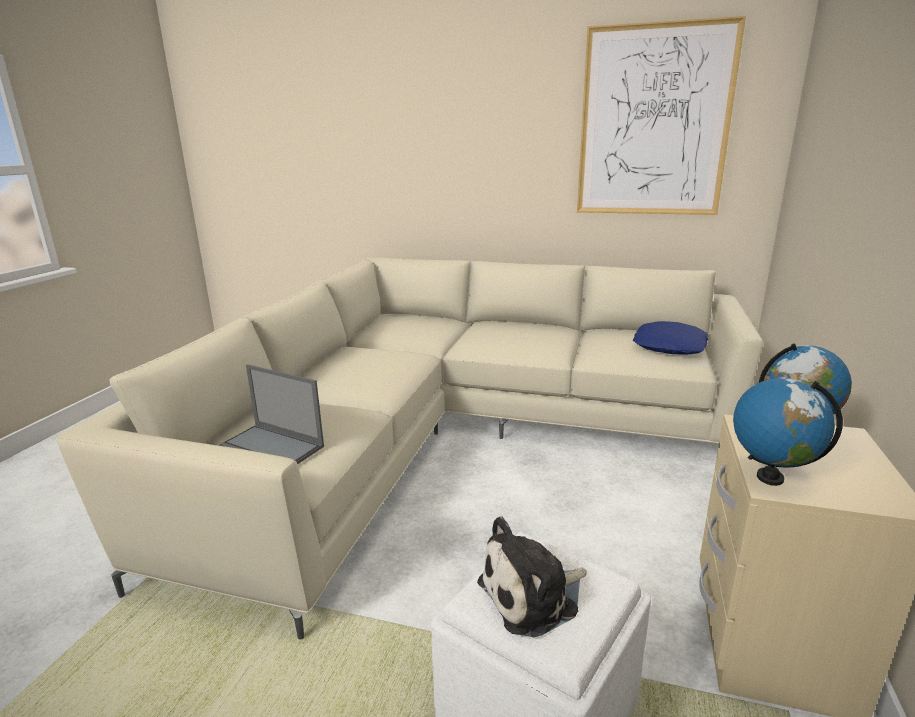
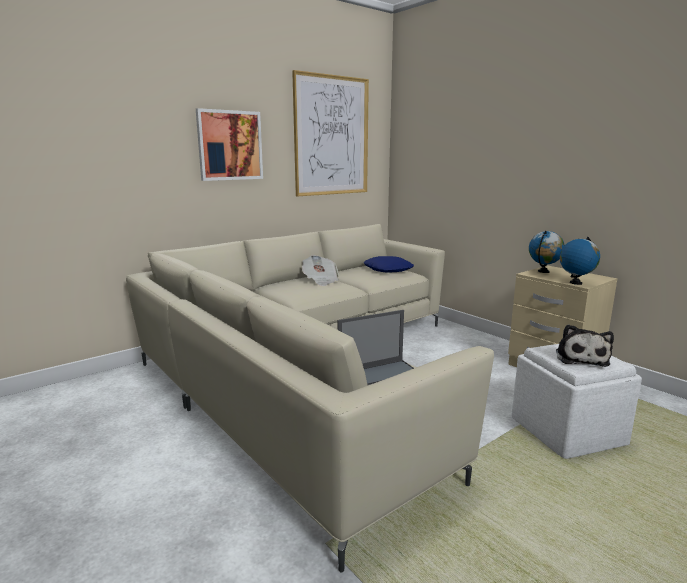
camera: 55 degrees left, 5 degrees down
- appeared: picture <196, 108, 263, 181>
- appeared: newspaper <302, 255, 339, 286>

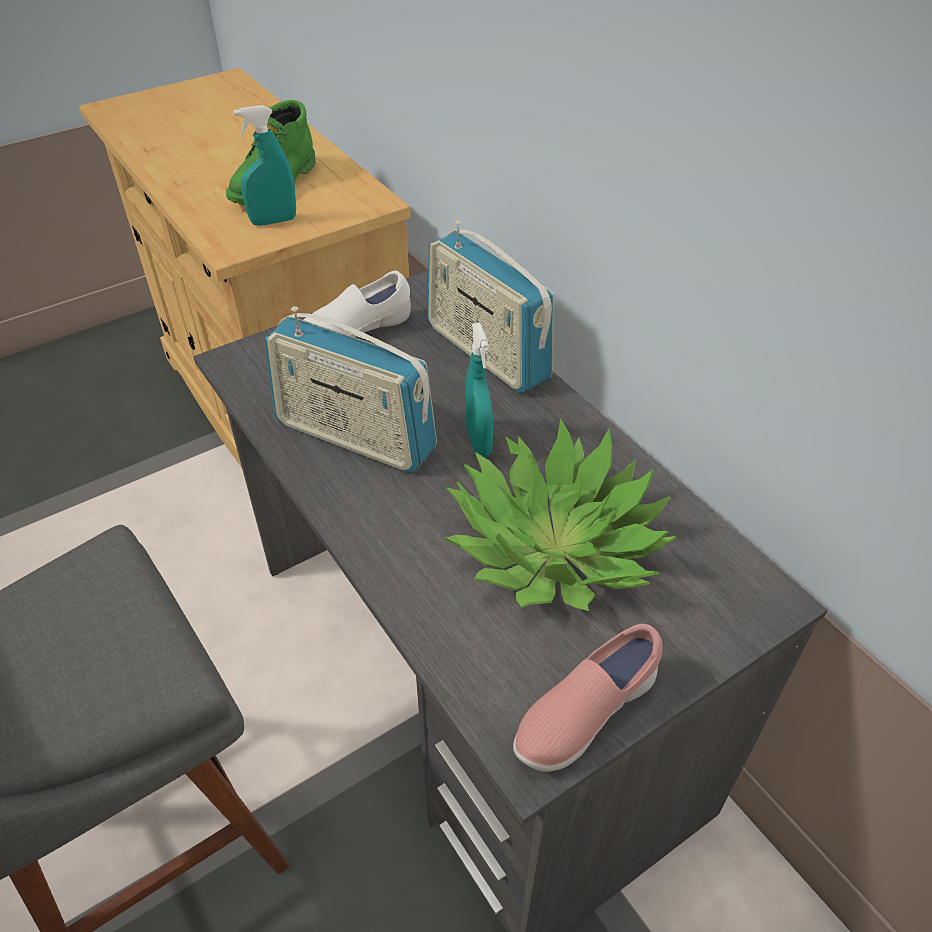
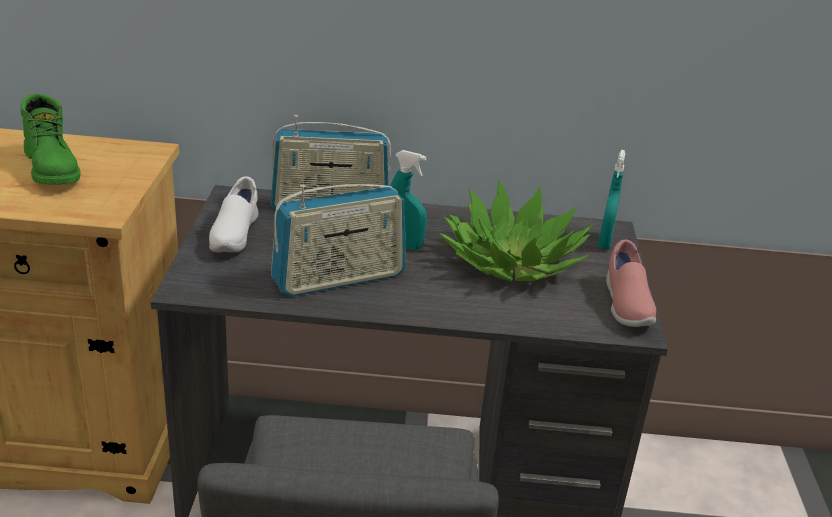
camera: 55 degrees left, 15 degrees down
- relocated: spray bottle in turquoise <233, 105, 296, 226> to <598, 150, 625, 249>

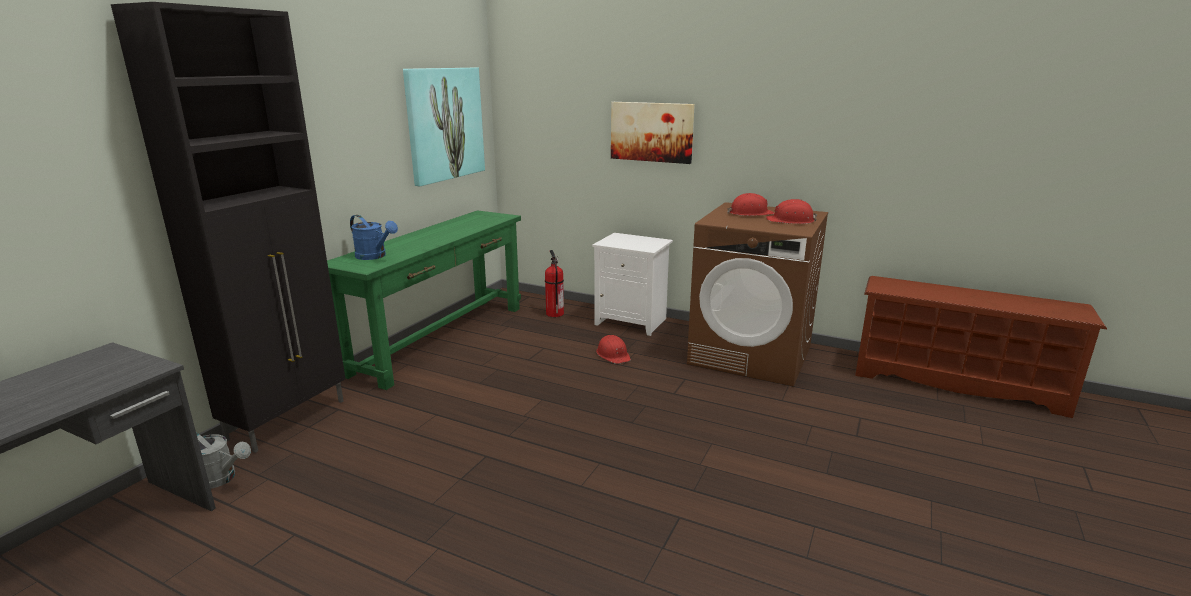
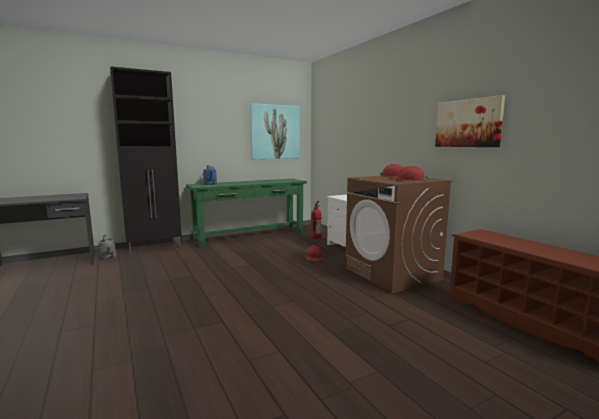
camera: 35 degrees right, 10 degrees down
- relocated: picture <611, 102, 695, 164> to <435, 95, 505, 147>

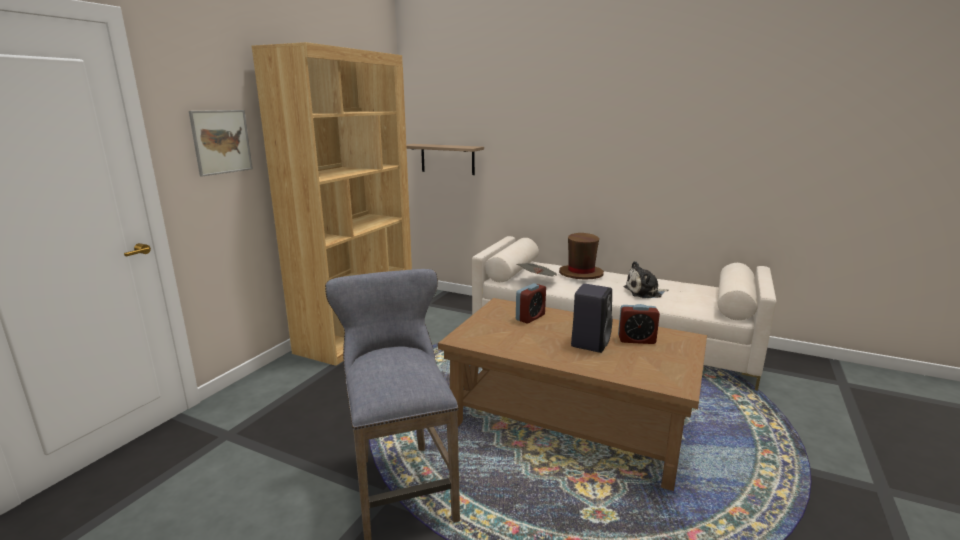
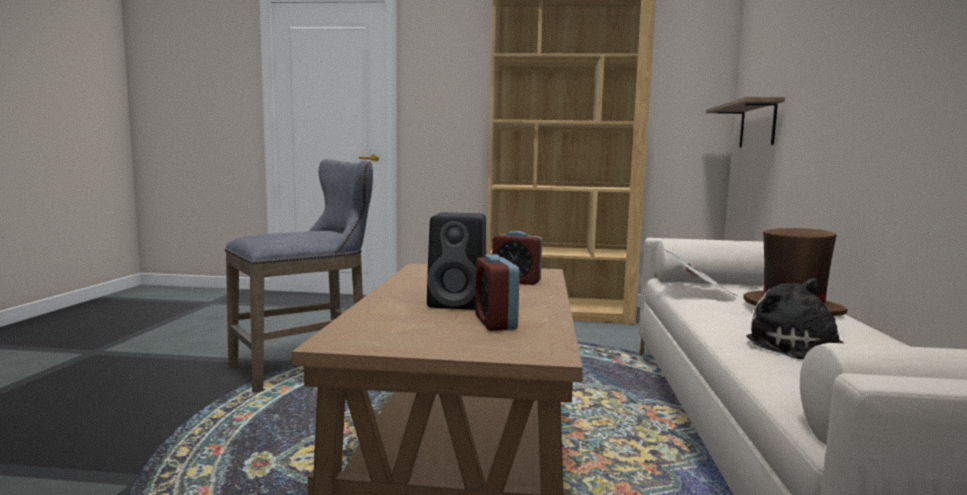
camera: 70 degrees right, 10 degrees down
- missing: picture <189, 110, 253, 177>

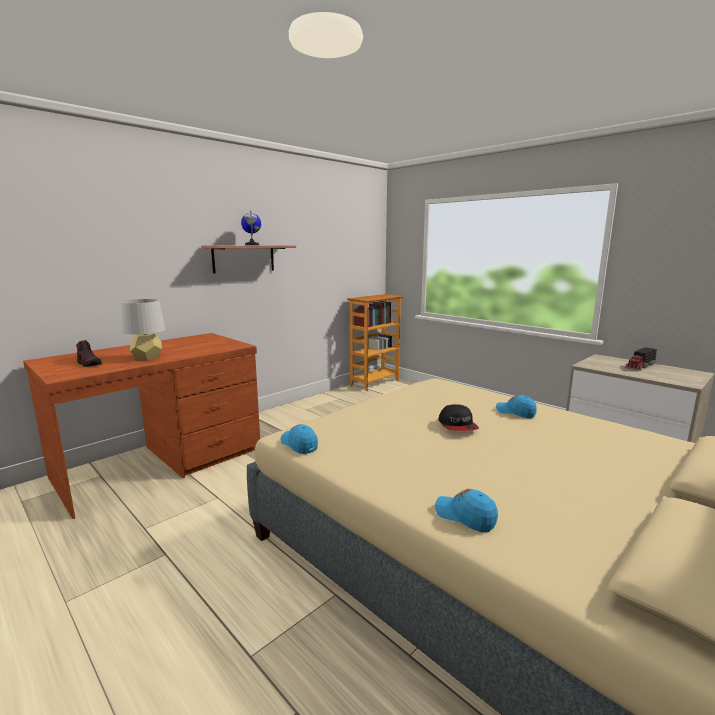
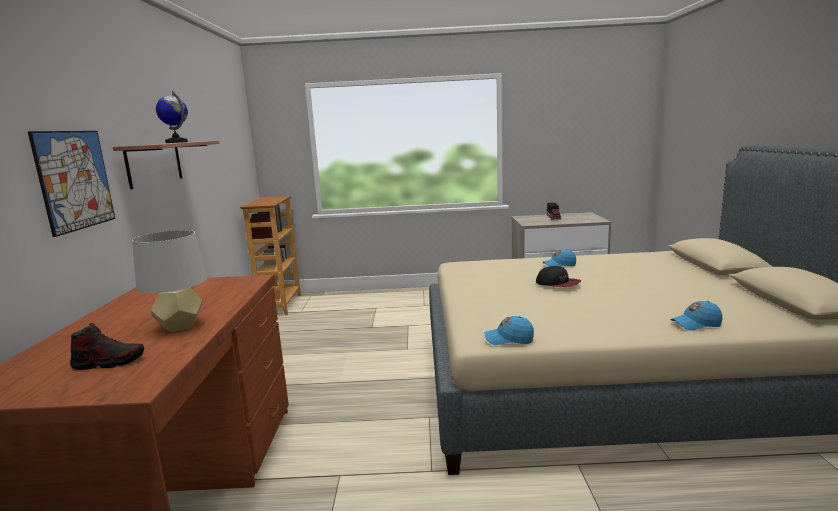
camera: 45 degrees left, 0 degrees up
- appeared: picture <28, 131, 115, 237>

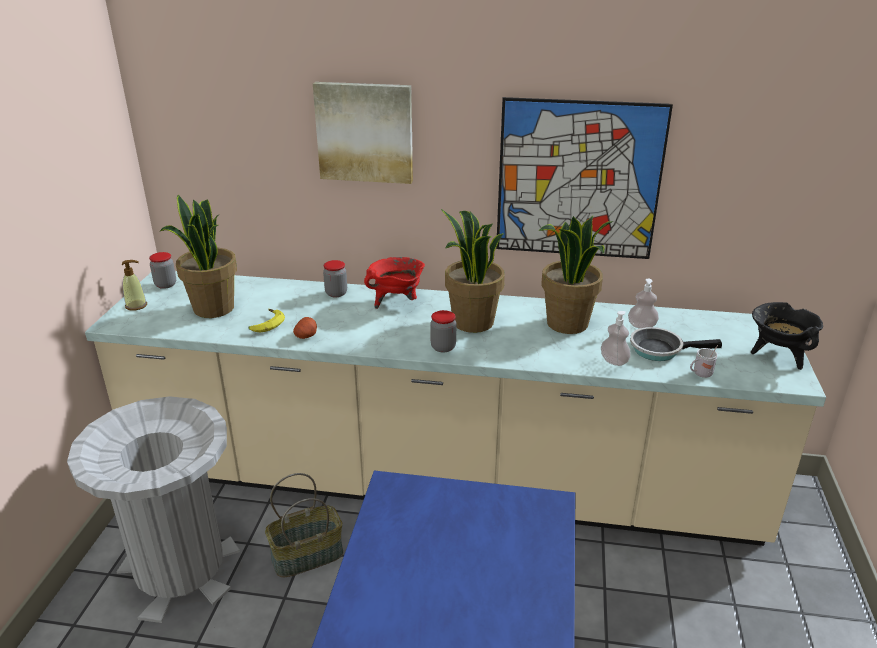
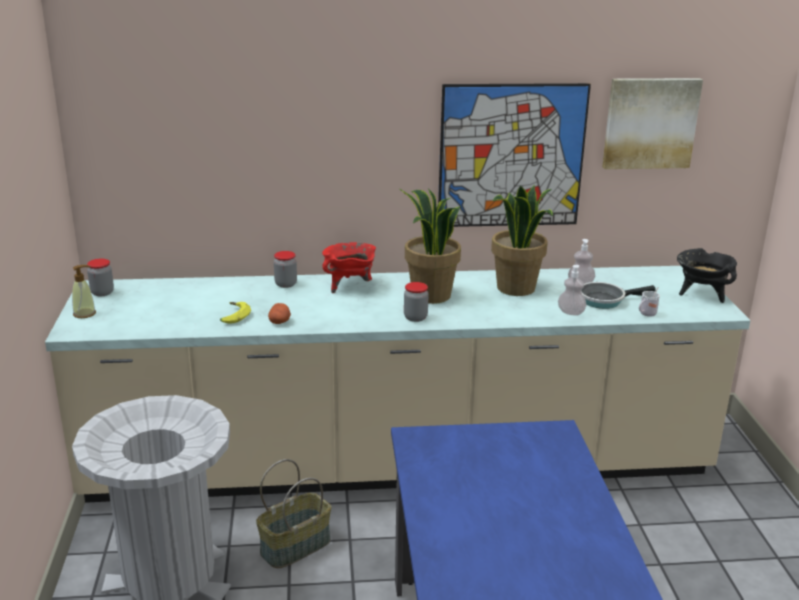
camera: 15 degrees left, 5 degrees down
- missing: potted plant <159, 195, 237, 318>
- relocated: picture <313, 82, 413, 184> to <602, 78, 703, 169>

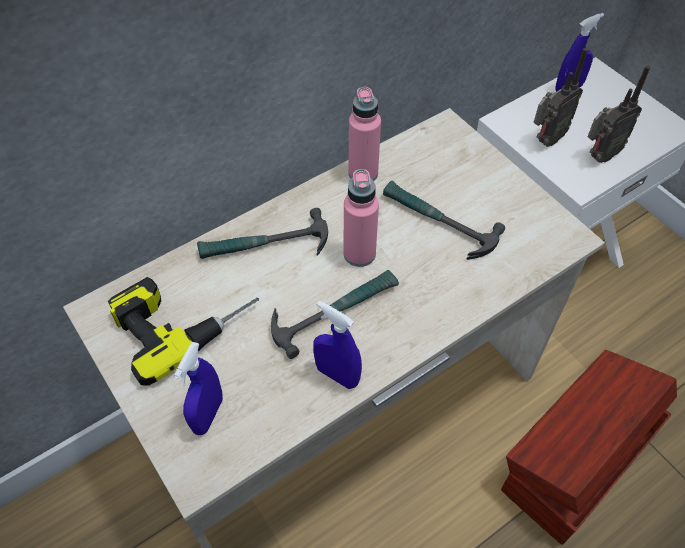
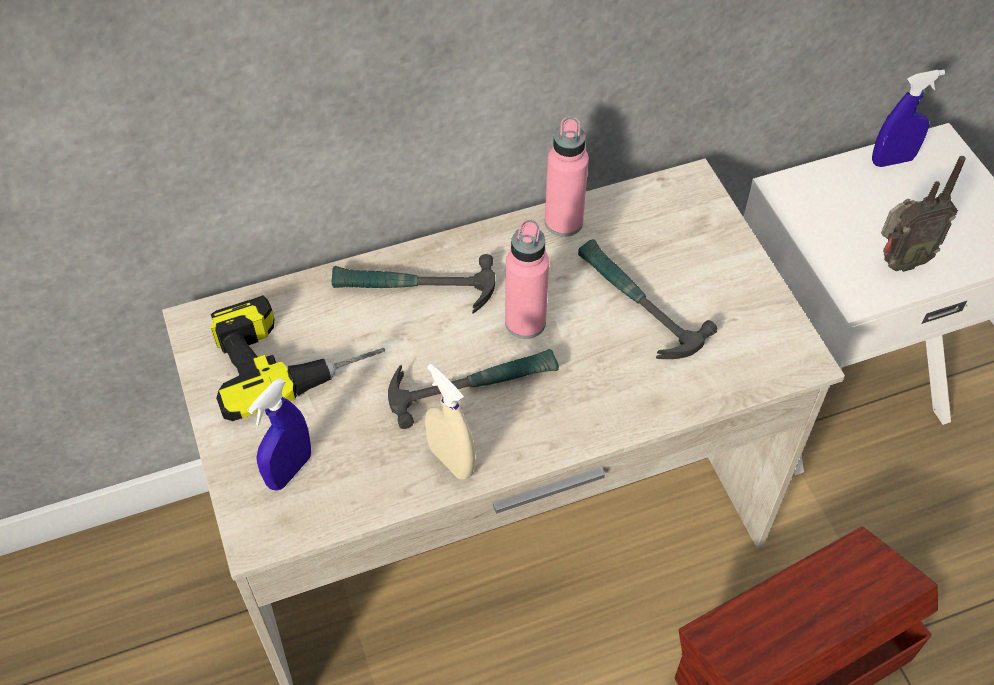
camera: 15 degrees right, 0 degrees up
- missing: radio <533, 48, 588, 147>
- colour: spray bottle in blue <313, 300, 362, 389> to spray bottle in beige <425, 364, 475, 479>

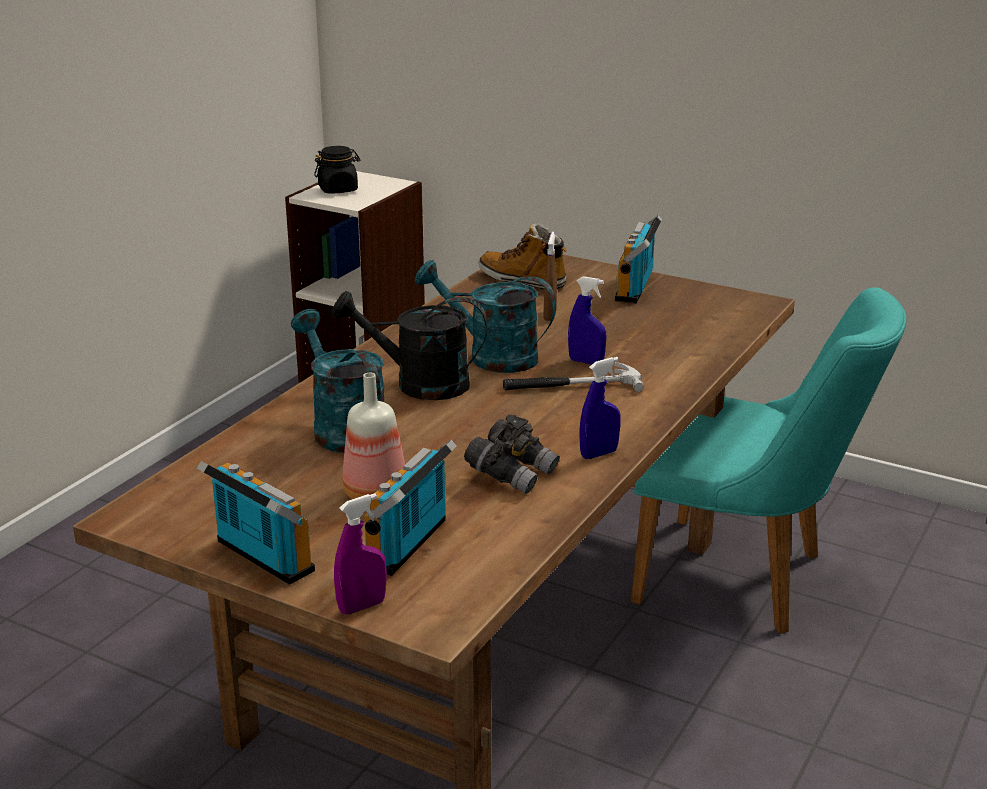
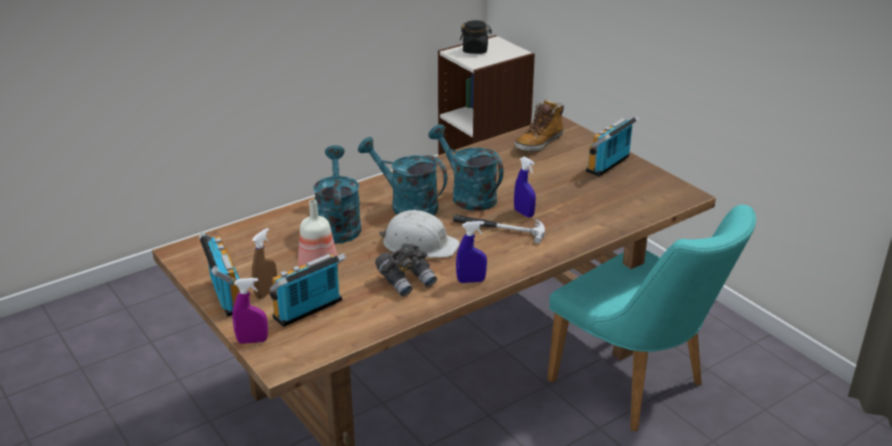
camera: 25 degrees right, 5 degrees up
- appeared: hard hat in white <379, 210, 460, 258>
- relocated: spray bottle in brown <544, 232, 557, 321> to <252, 228, 277, 299>
- colour: watering can in black <332, 291, 488, 400> to watering can in turquoise <358, 137, 447, 215>
- spun: boot <478, 222, 567, 290> = <515, 99, 564, 152> 105 degrees counterclockwise

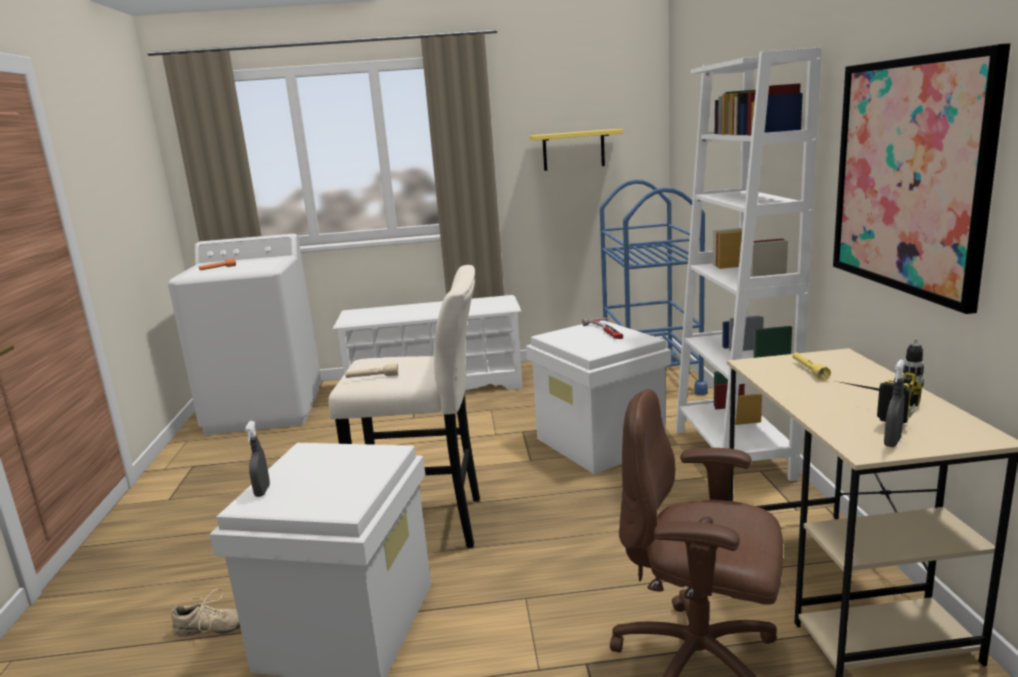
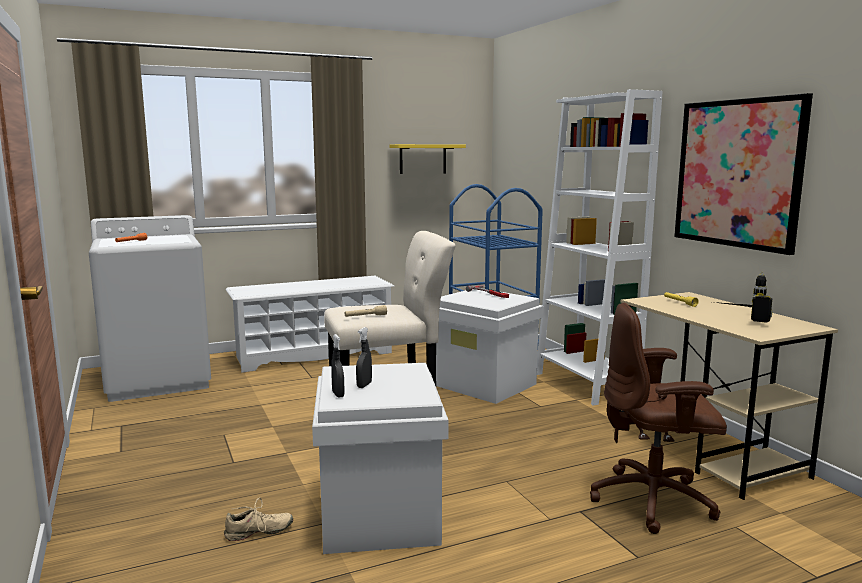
camera: 20 degrees left, 5 degrees down
- relocated: spray bottle in grey <884, 360, 905, 447> to <356, 327, 372, 388>

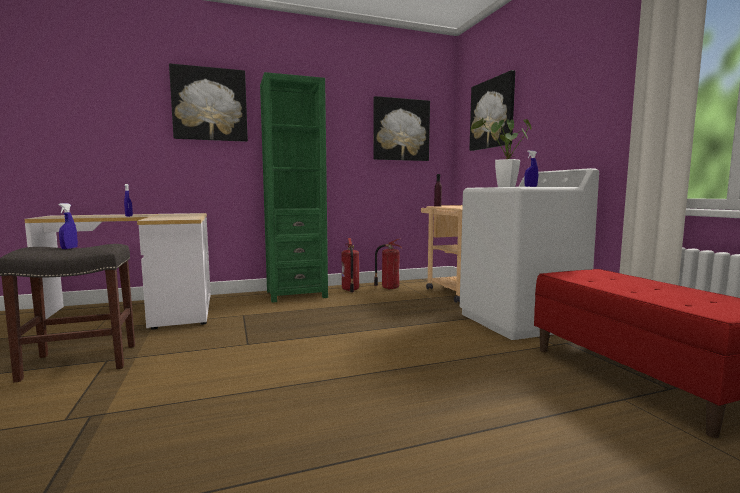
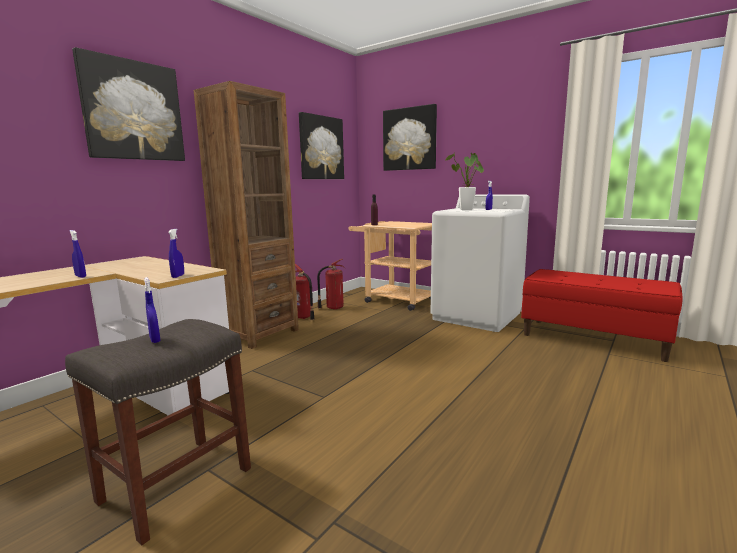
camera: 35 degrees left, 5 degrees up
- appeared: spray bottle in blue <168, 229, 184, 278>
- colour: bookcase in green <260, 72, 328, 303> to bookcase in brown <194, 81, 299, 349>

